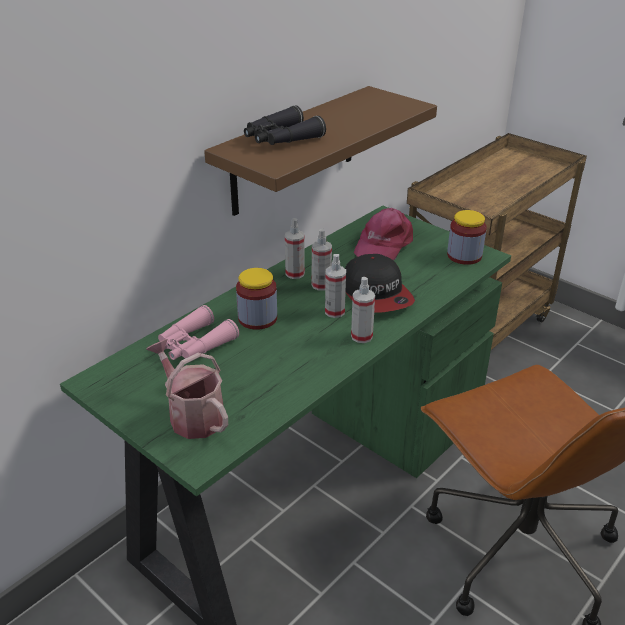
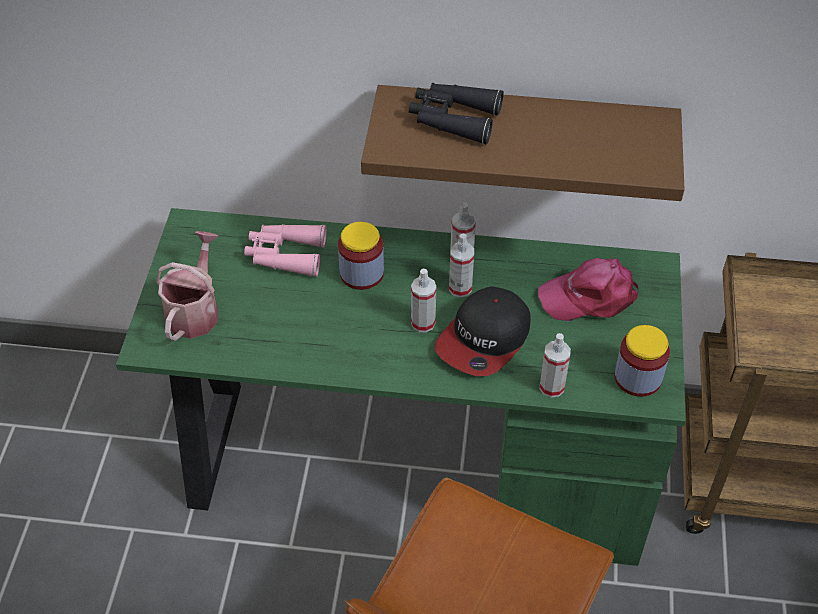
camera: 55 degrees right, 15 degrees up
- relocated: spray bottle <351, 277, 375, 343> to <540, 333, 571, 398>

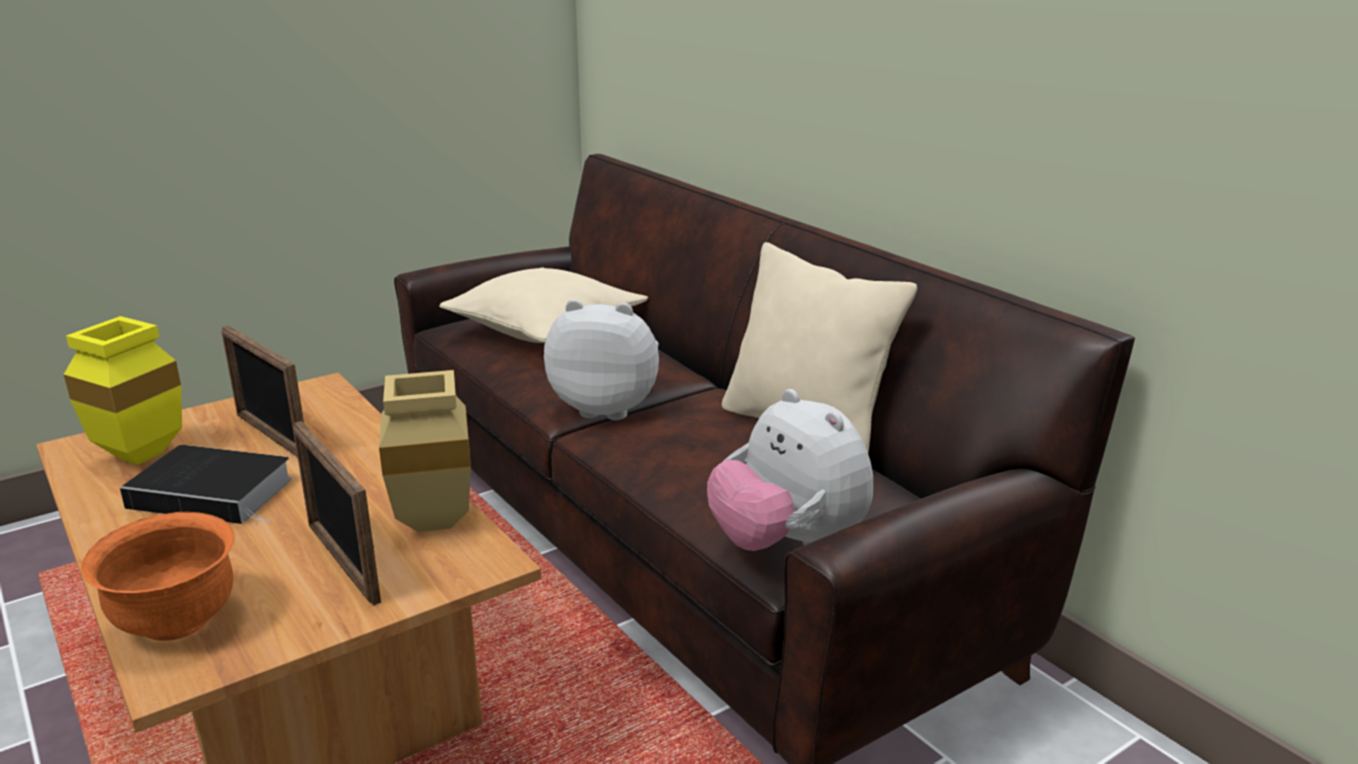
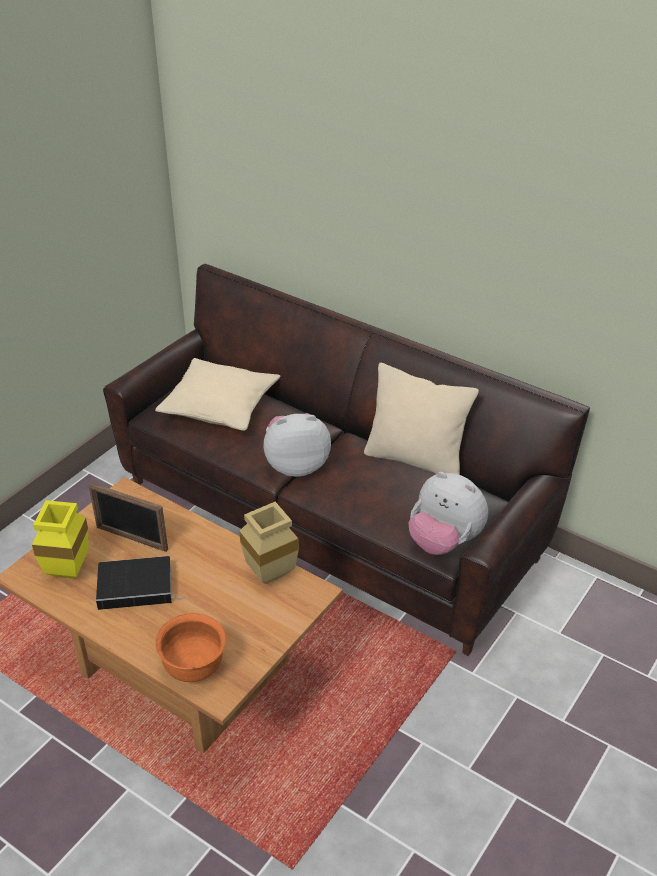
camera: 20 degrees left, 15 degrees up
- missing: picture frame <293, 421, 381, 605>

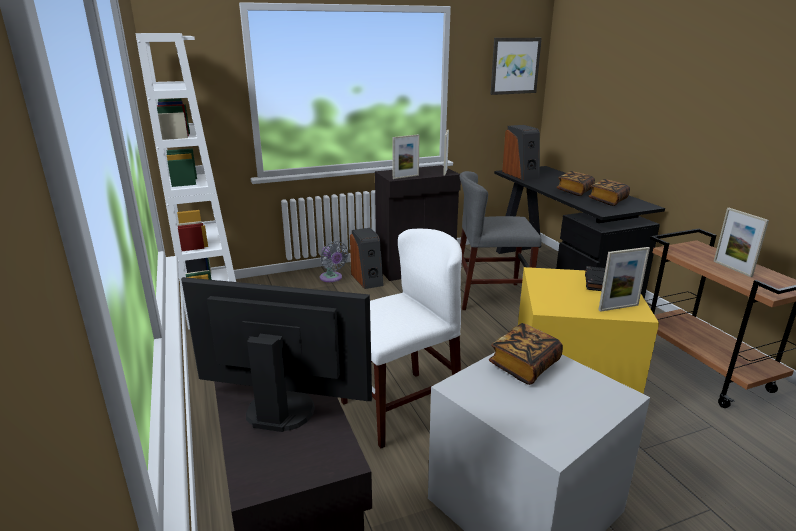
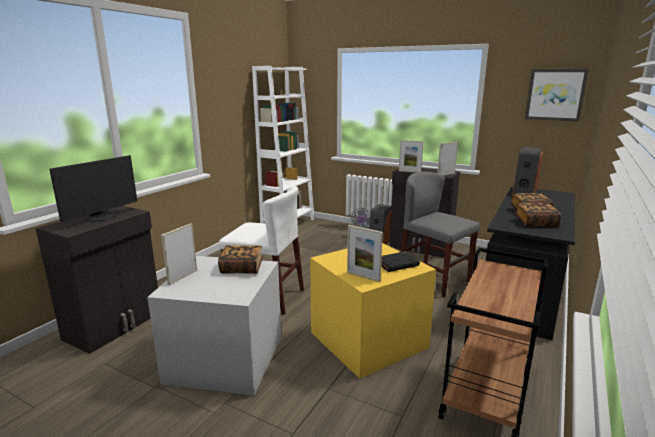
camera: 50 degrees right, 5 degrees down
- relocated: picture frame <714, 208, 769, 277> to <161, 223, 197, 285>
- spun: monitor <181, 277, 372, 432> = <49, 155, 137, 222> 60 degrees clockwise

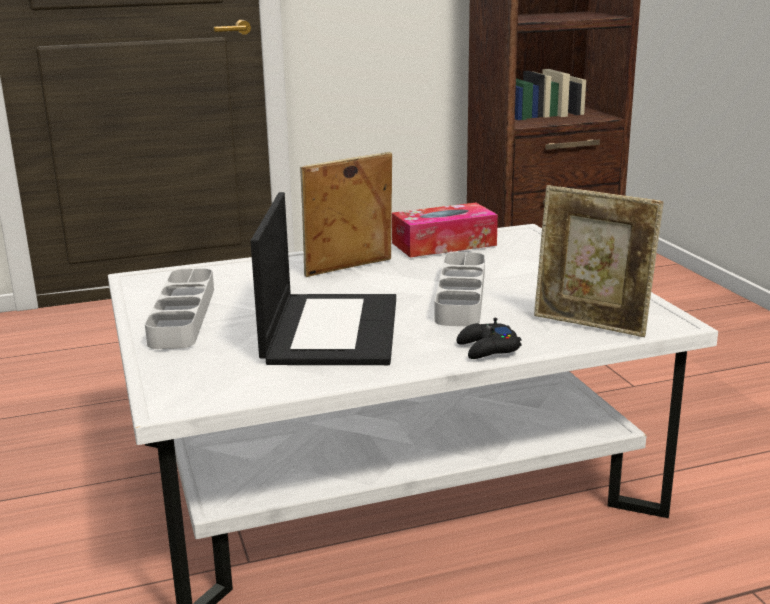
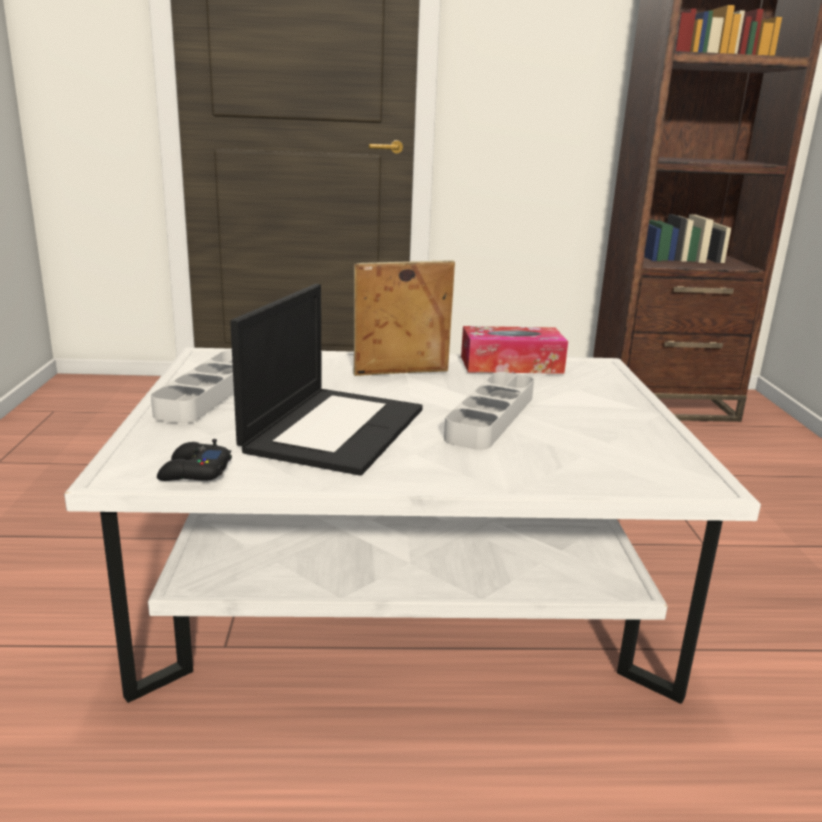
camera: 15 degrees right, 0 degrees up
- missing: picture frame <534, 185, 664, 337>
- relocated: game controller in black <457, 318, 522, 359> to <157, 439, 232, 481>

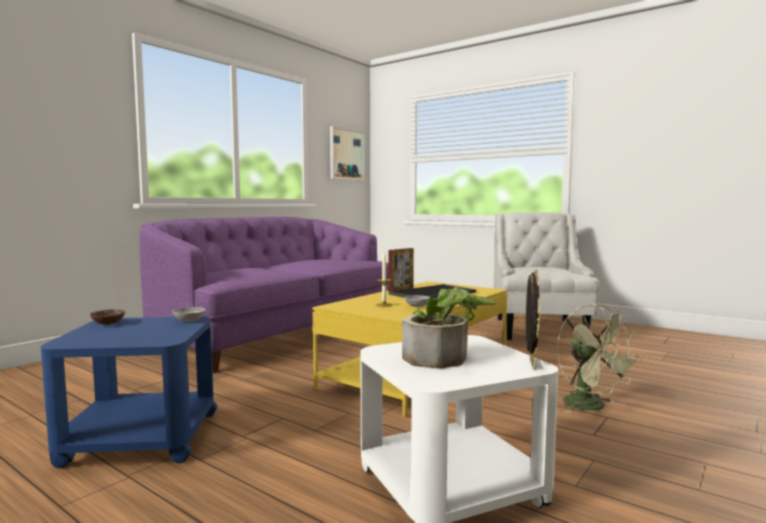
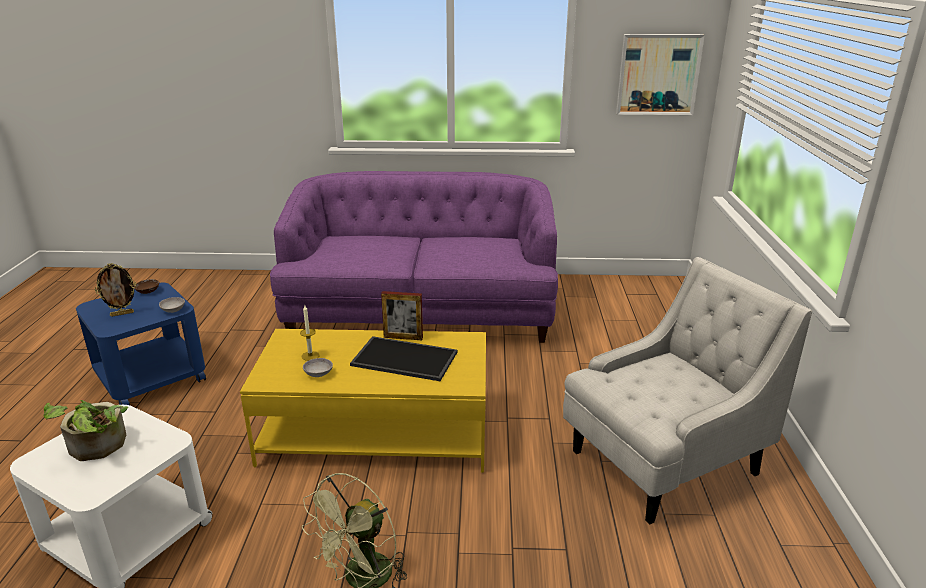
camera: 55 degrees right, 20 degrees up
- relocated: picture frame <526, 269, 540, 369> to <95, 263, 136, 317>

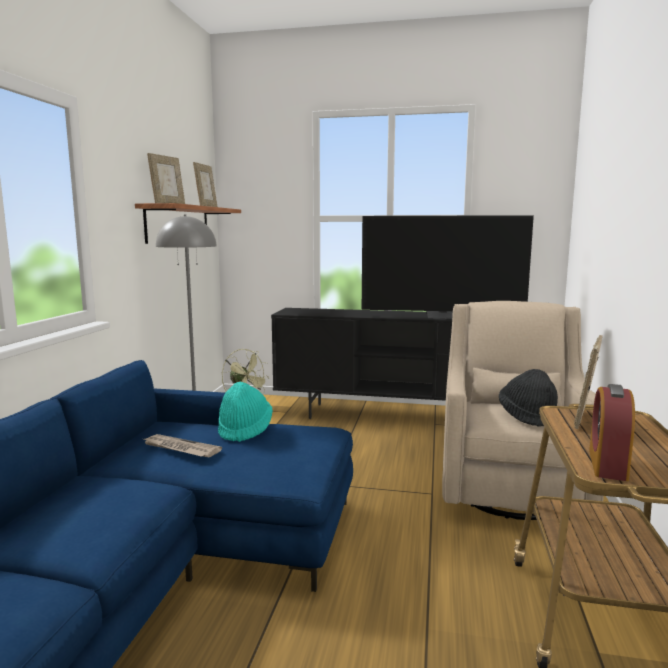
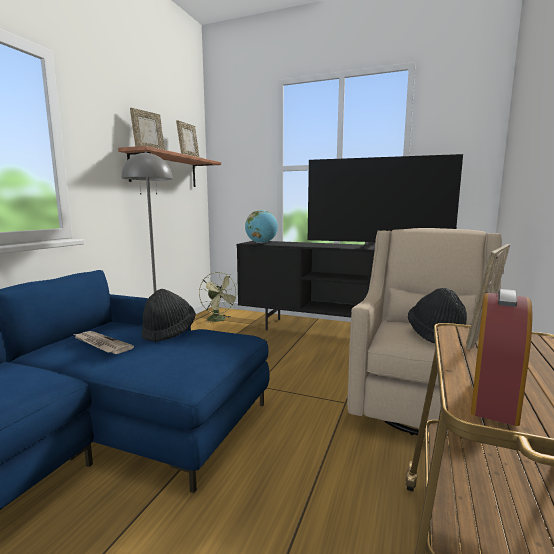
camera: 10 degrees right, 0 degrees up
- appeared: globe <245, 210, 278, 243>
- colour: hat in turquoise <218, 382, 273, 442> to hat in black <142, 289, 196, 342>

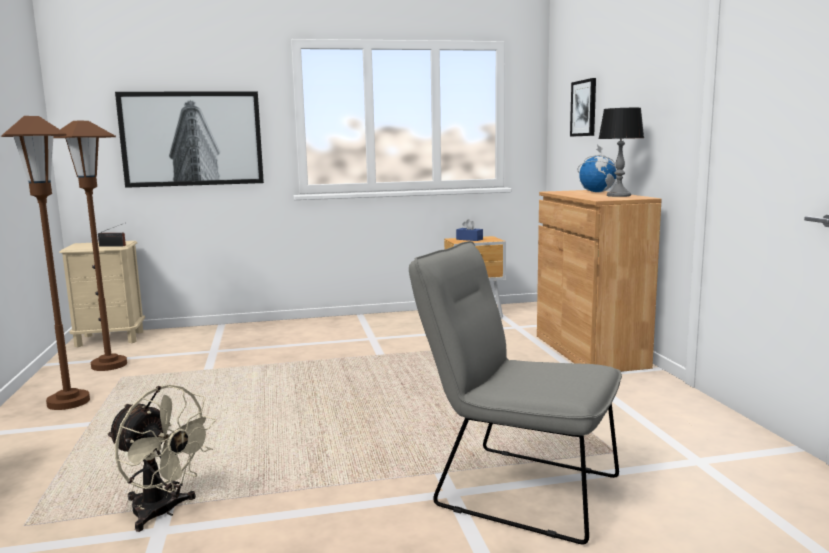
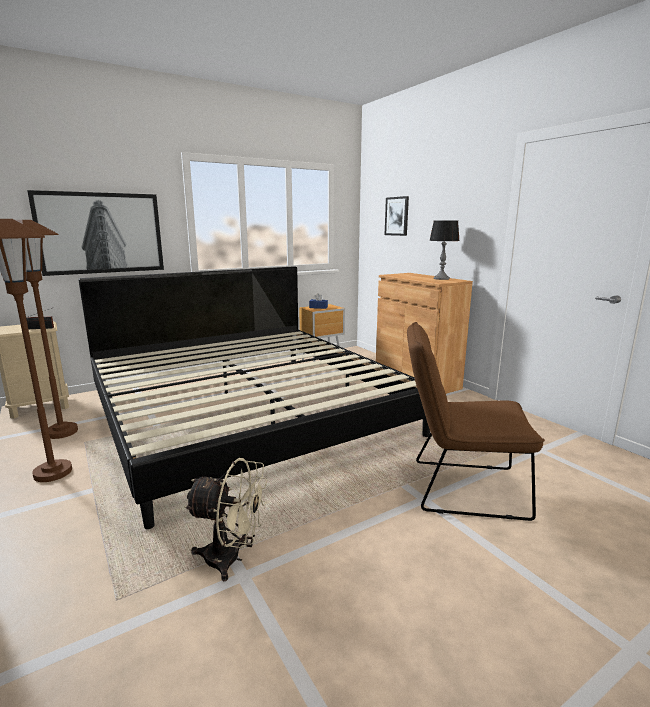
camera: 20 degrees left, 5 degrees up
- missing: globe <577, 145, 617, 193>
- appeared: bed <78, 266, 430, 529>
- colour: chair in grey <409, 241, 622, 544> to chair in brown <407, 322, 545, 521>

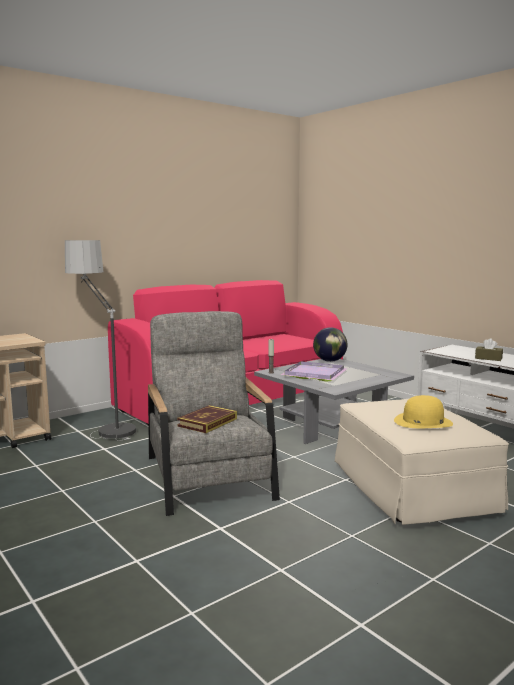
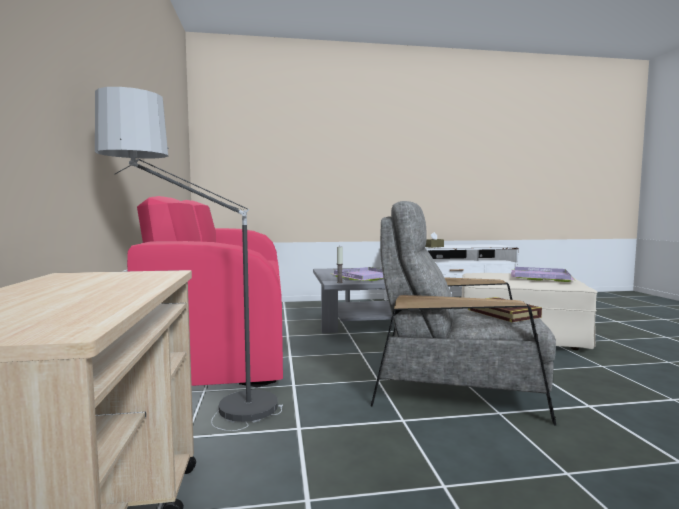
camera: 60 degrees left, 5 degrees down
- missing: globe <313, 327, 348, 362>
- exchanged: hat in yellow <394, 395, 453, 428> to tray in purple <511, 267, 575, 282>

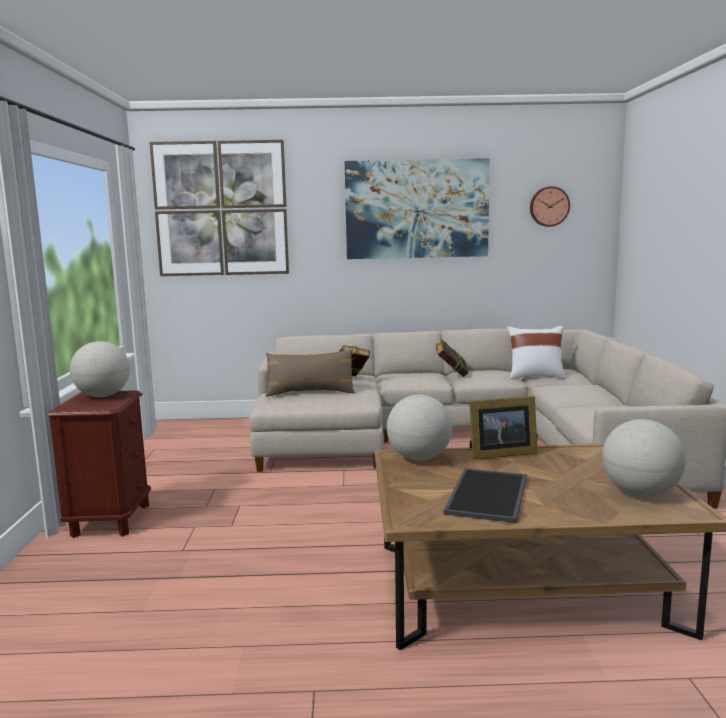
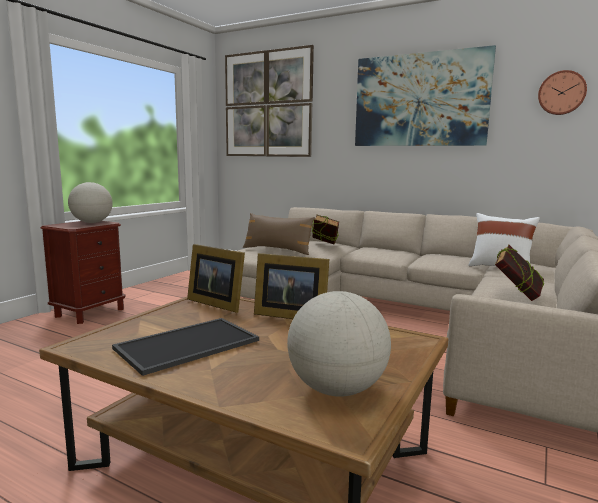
camera: 30 degrees right, 0 degrees up
- relocated: book <436, 339, 469, 377> to <495, 245, 545, 301>
- exchanged: globe <387, 395, 452, 460> to picture frame <187, 244, 245, 313>

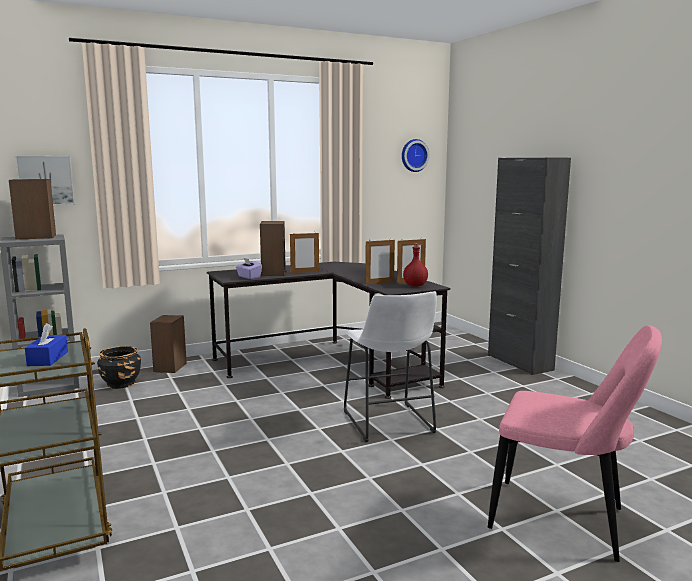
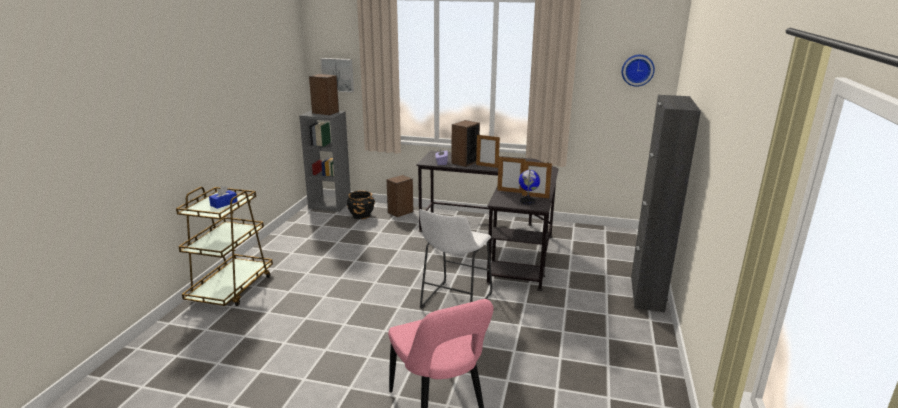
camera: 40 degrees right, 10 degrees up
- exchanged: bottle in red <403, 244, 428, 286> to globe <519, 169, 540, 205>

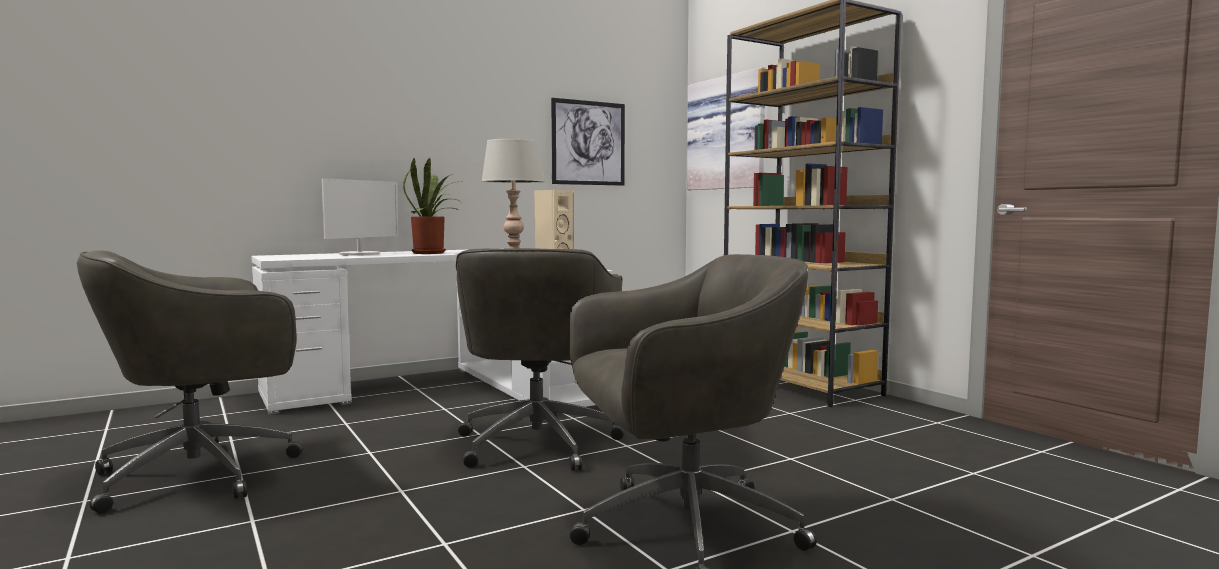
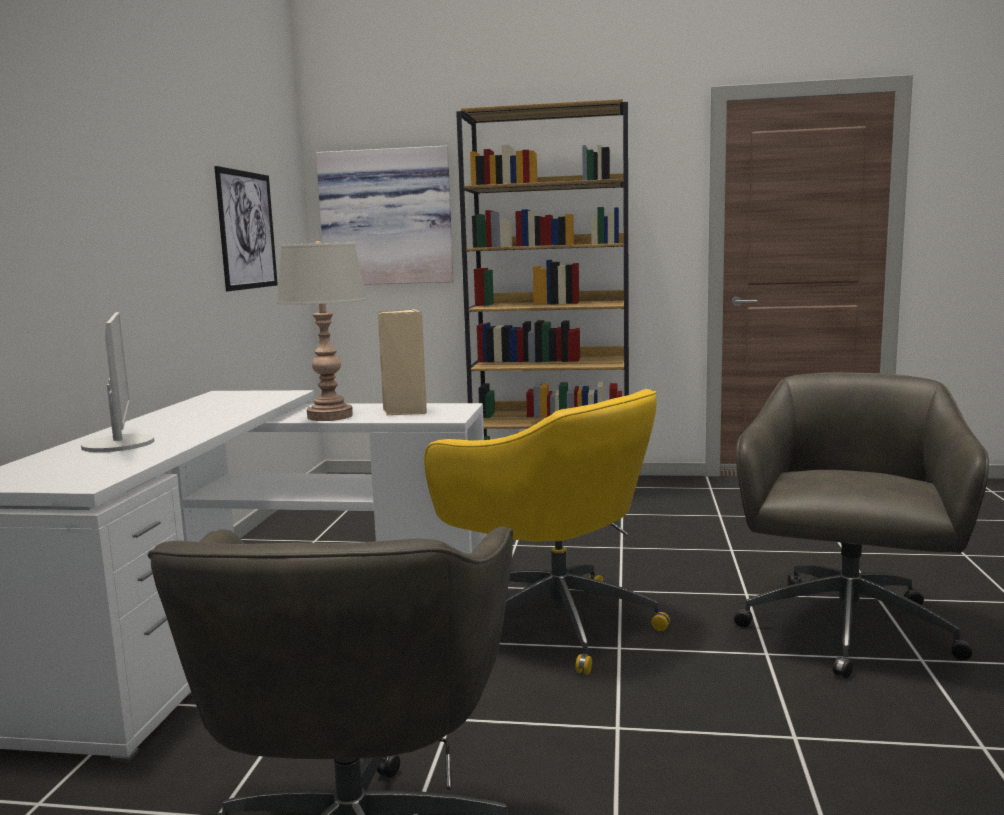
camera: 50 degrees left, 5 degrees up
- missing: potted plant <403, 157, 463, 254>
- colour: office chair in grey <456, 248, 624, 471> to office chair in yellow <424, 389, 670, 675>

